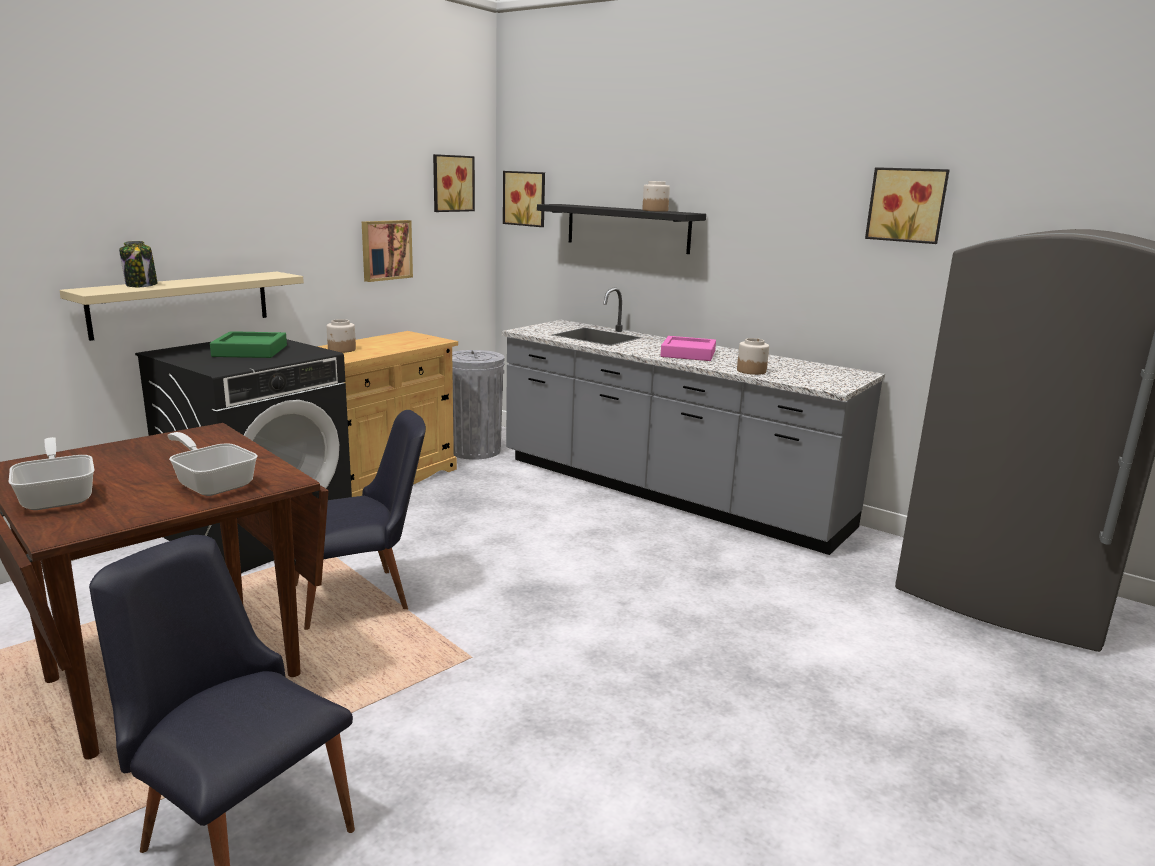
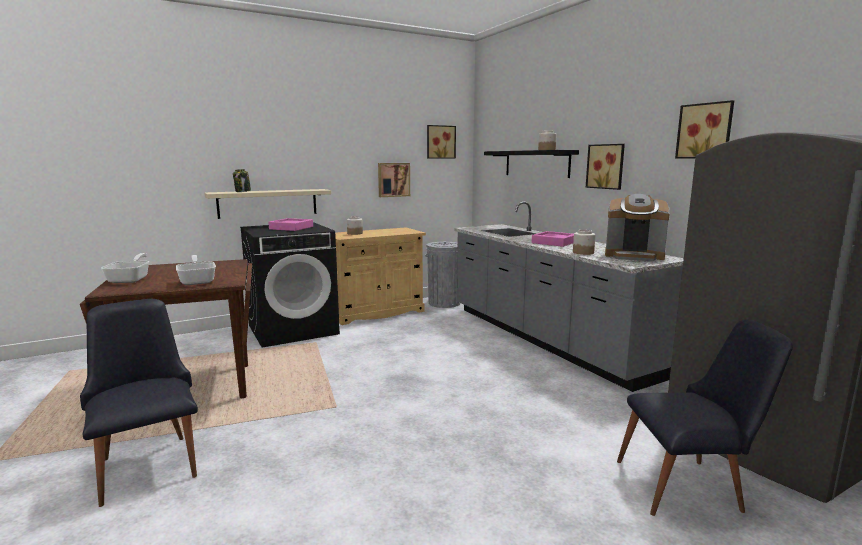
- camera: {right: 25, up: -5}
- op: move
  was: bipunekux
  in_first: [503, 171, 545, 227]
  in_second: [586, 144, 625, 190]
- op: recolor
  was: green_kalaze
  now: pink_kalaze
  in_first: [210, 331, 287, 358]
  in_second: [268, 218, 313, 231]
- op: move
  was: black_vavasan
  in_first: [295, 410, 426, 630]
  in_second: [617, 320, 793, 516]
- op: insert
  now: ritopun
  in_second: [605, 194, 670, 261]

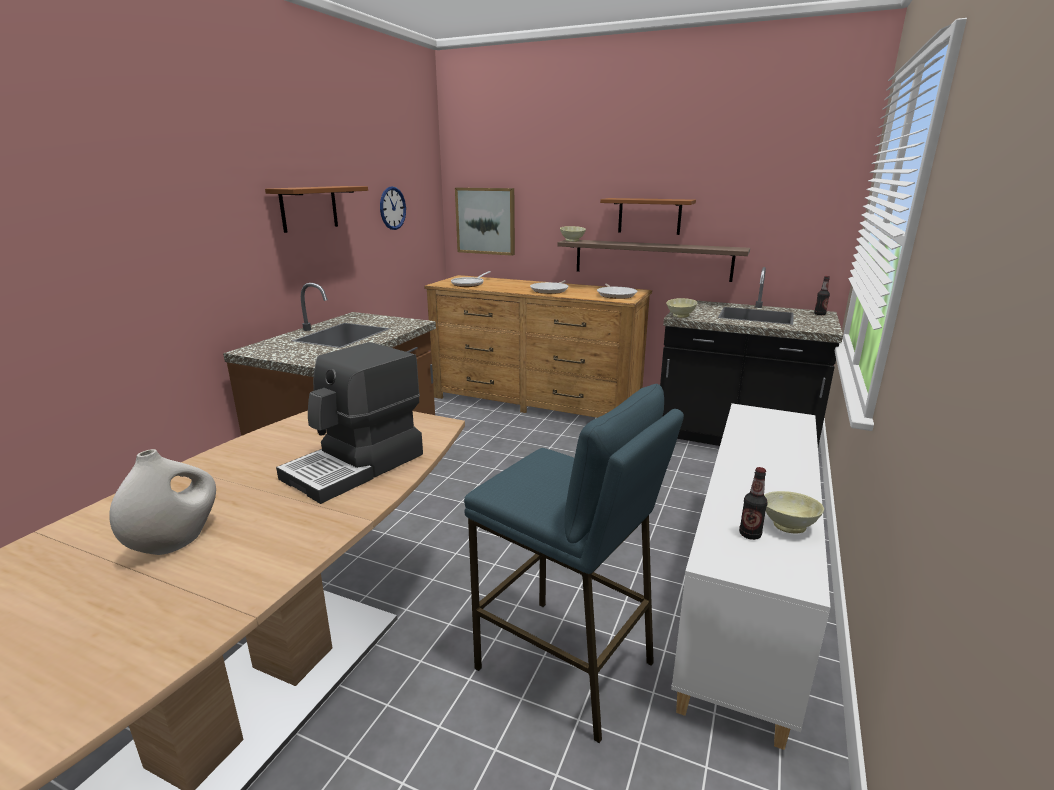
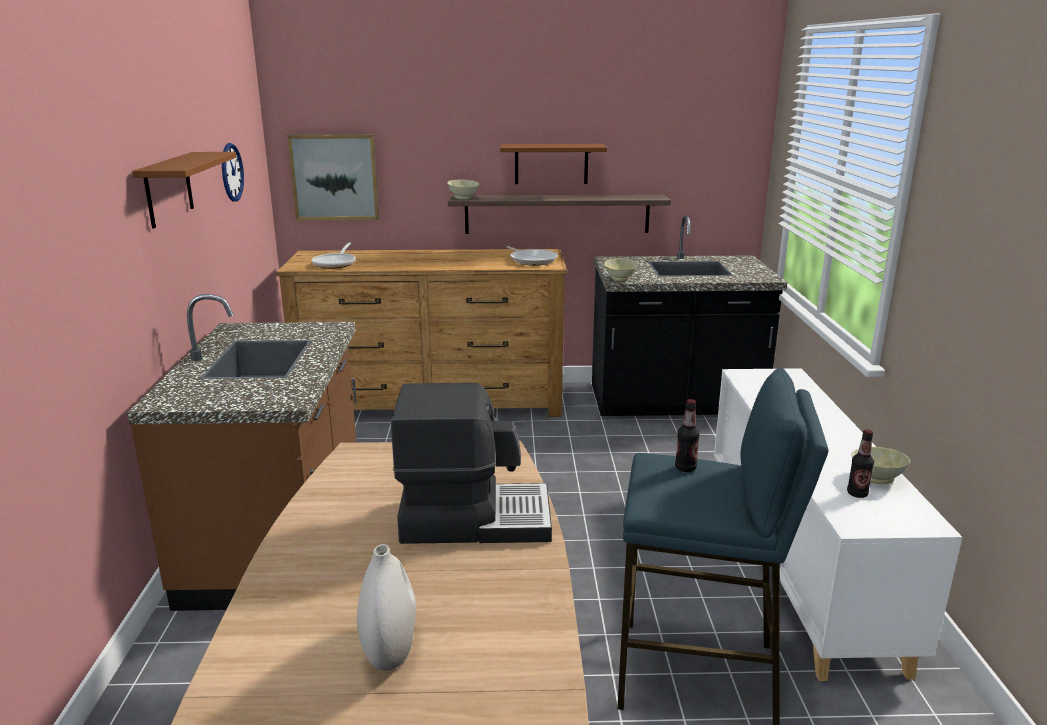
- camera: {right: -25, up: 0}
- op: move
  was: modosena
  in_first: [814, 276, 830, 315]
  in_second: [675, 399, 700, 472]
- op: delete
  was: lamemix
  in_first: [530, 280, 569, 294]
- op: rotate
  was: ritopun
  in_first: [276, 342, 423, 504]
  in_second: [391, 383, 552, 544]
  clockwise: -105

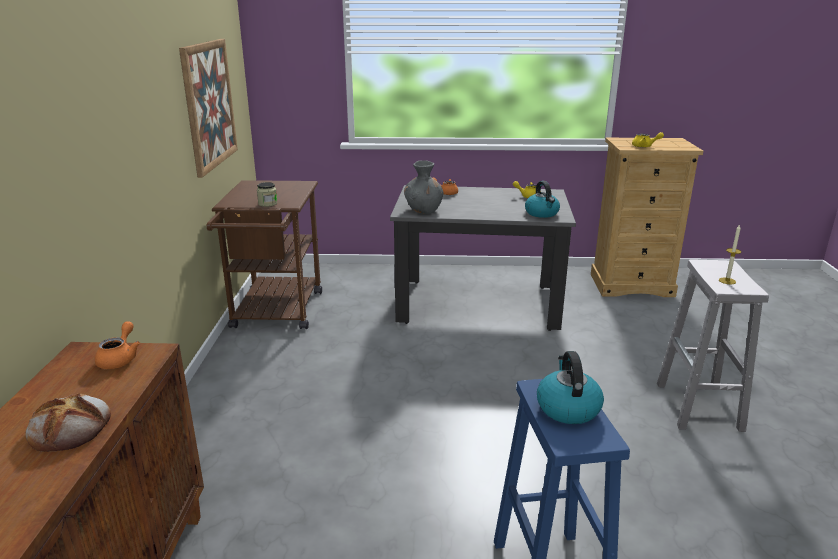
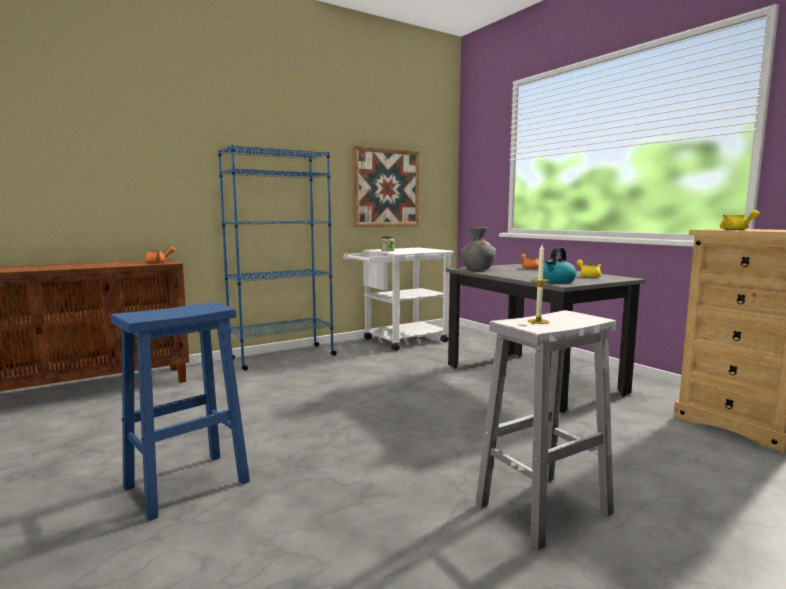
- camera: {right: 55, up: -15}
- op: recolor
  was: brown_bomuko
  now: white_bomuko
  in_first: [207, 180, 322, 329]
  in_second: [343, 248, 454, 351]
- op: delete
  was: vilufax
  in_first: [537, 351, 604, 424]
- op: delete
  was: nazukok
  in_first: [25, 394, 111, 452]
- op: insert
  now: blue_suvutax
  in_second: [218, 145, 337, 371]

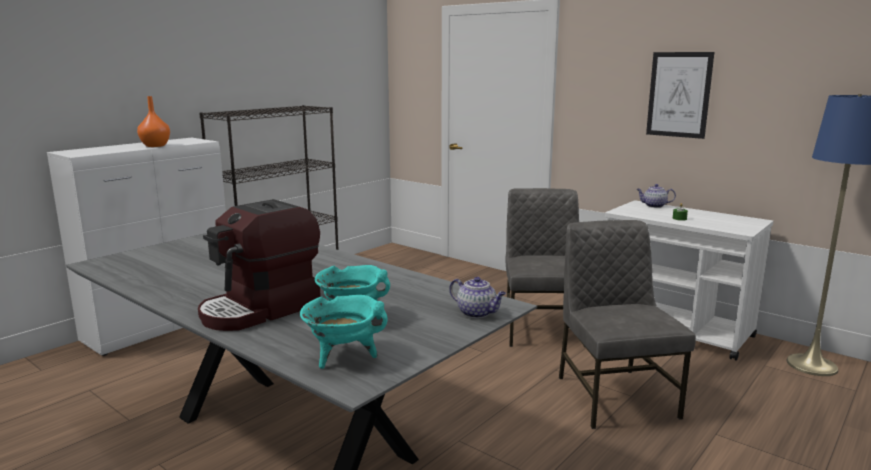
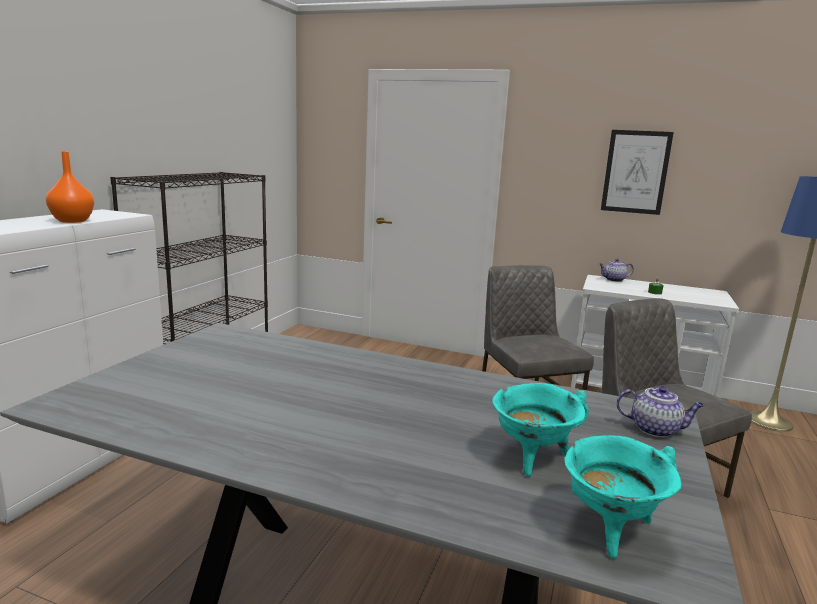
- camera: {right: -20, up: 0}
- op: delete
  was: ritopun
  in_first: [198, 199, 321, 331]

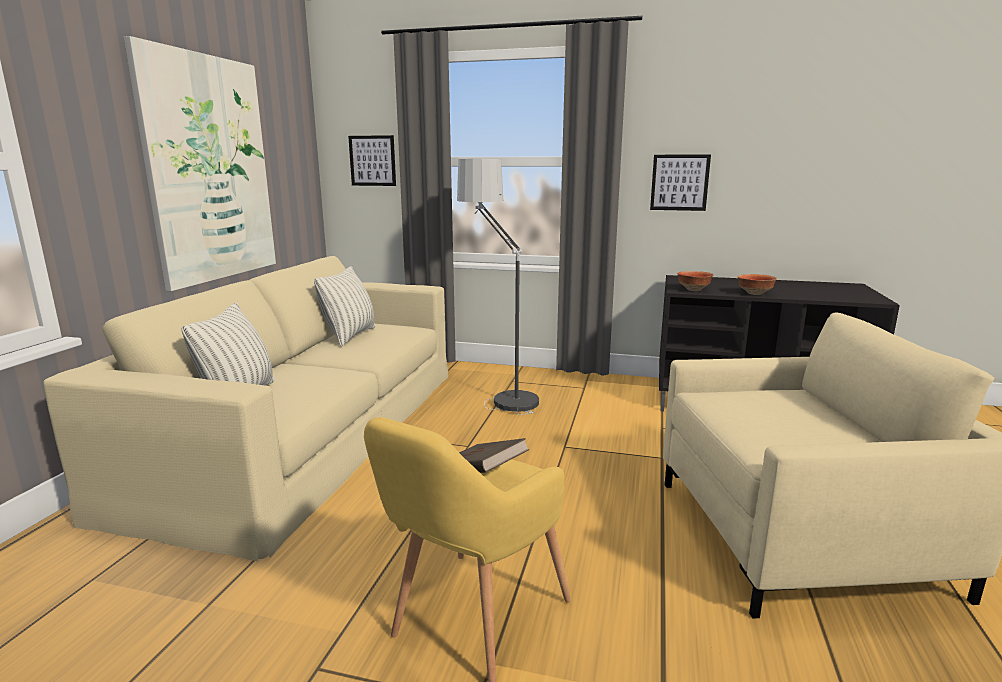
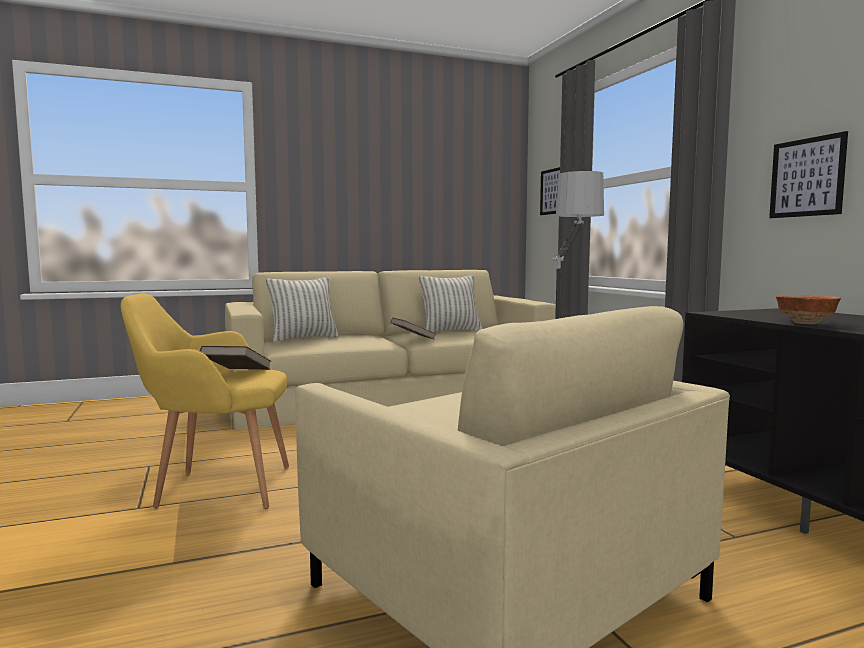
- camera: {right: 55, up: -10}
- op: delete
  was: bipunekux
  in_first: [124, 36, 276, 291]
- op: delete
  was: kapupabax
  in_first: [677, 271, 713, 291]
- op: insert
  now: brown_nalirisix
  in_second: [390, 318, 436, 340]

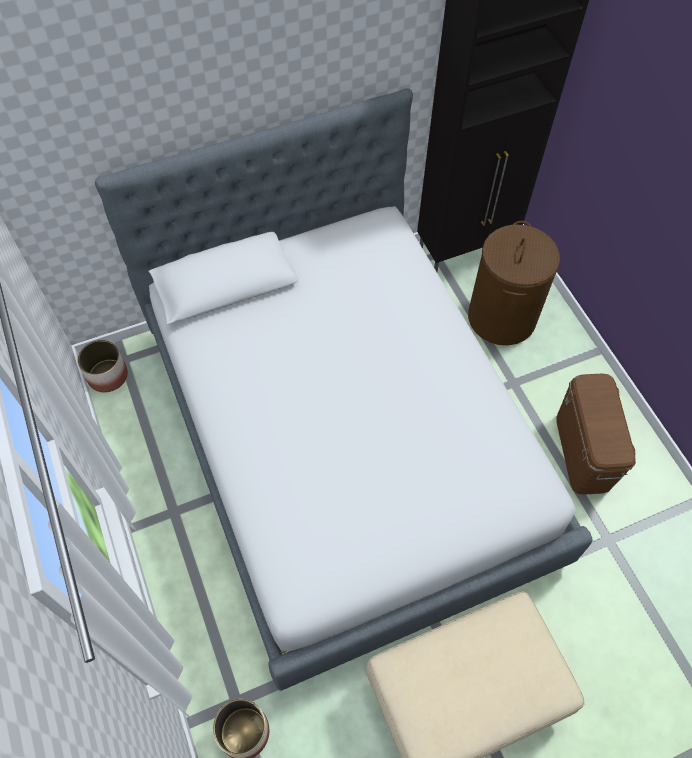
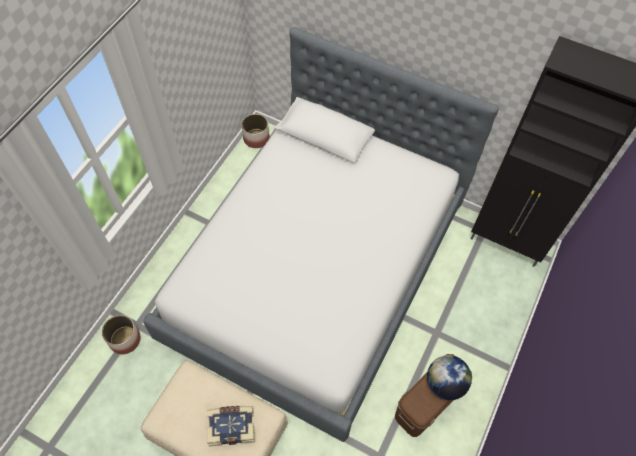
- camera: {right: 50, up: 0}
- op: delete
  was: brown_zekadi
  in_first: [468, 221, 560, 345]
- op: insert
  now: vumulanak
  in_second: [427, 355, 472, 400]
- op: insert
  now: nalirisix
  in_second: [207, 406, 255, 446]

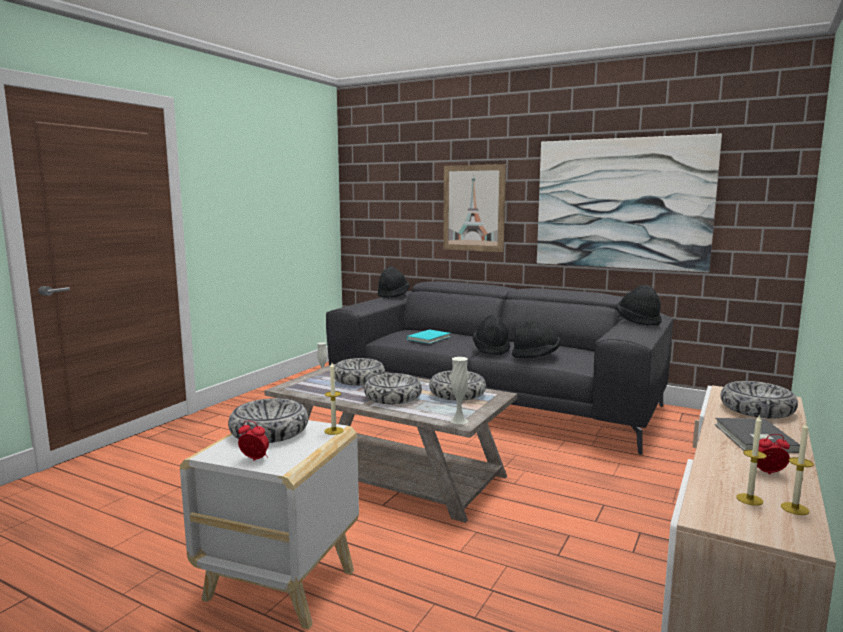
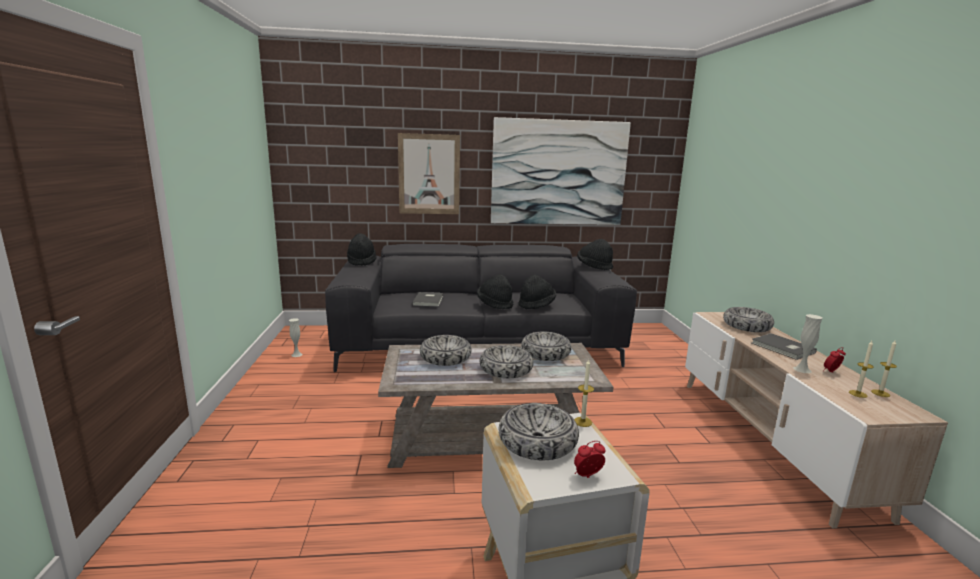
- camera: {right: -35, up: 5}
- op: recolor
  was: turquoise_nalirisix
  now: grey_nalirisix
  in_first: [407, 330, 451, 344]
  in_second: [412, 292, 443, 307]
- op: move
  was: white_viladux
  in_first: [450, 357, 468, 424]
  in_second: [793, 314, 822, 373]

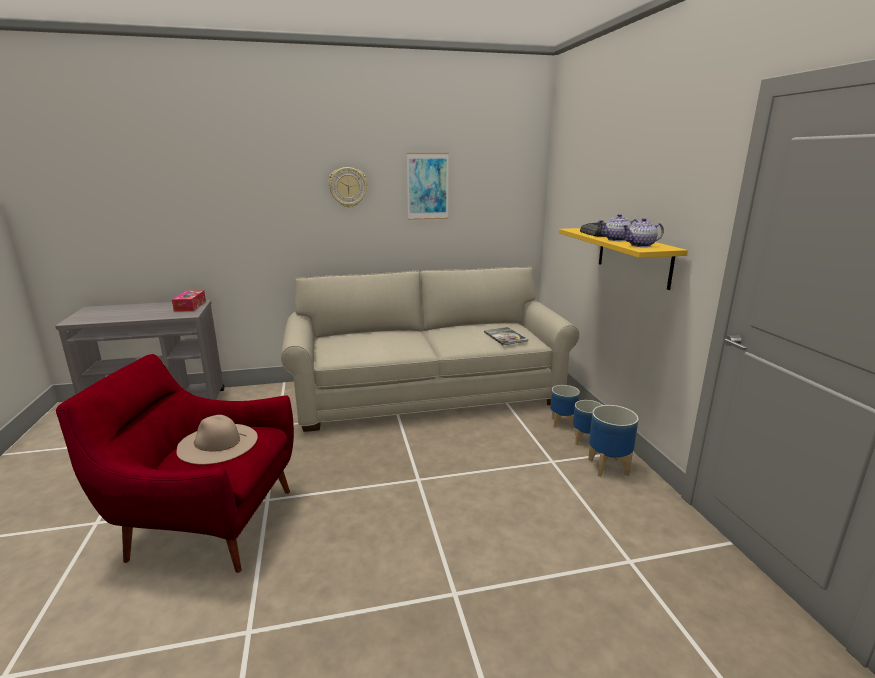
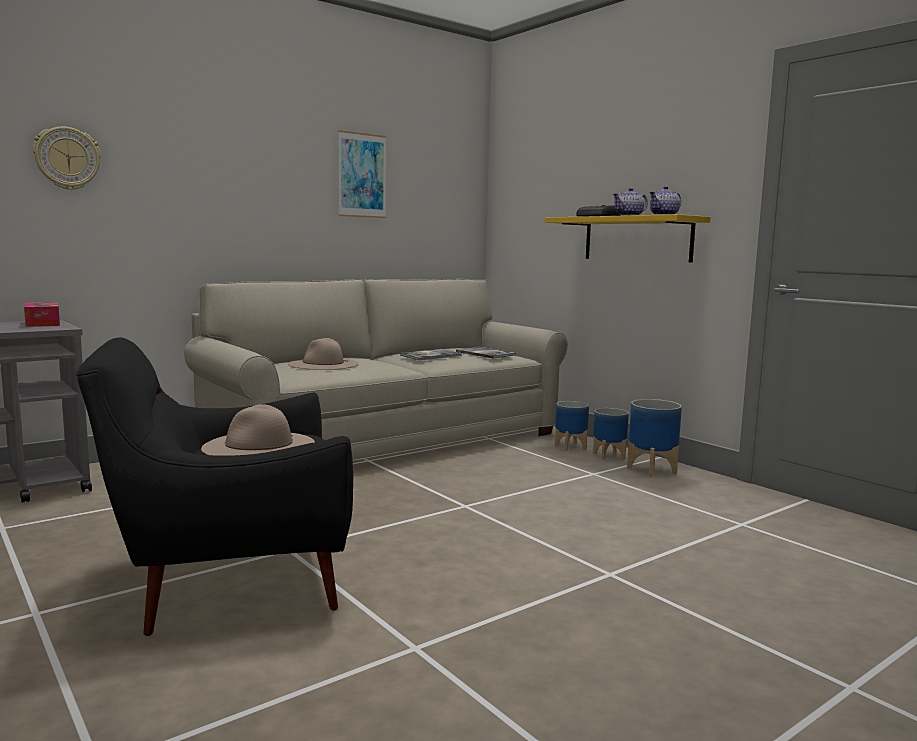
- camera: {right: -25, up: -10}
- op: move
  was: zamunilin
  in_first: [328, 167, 368, 207]
  in_second: [33, 126, 101, 190]
- op: recolor
  was: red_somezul
  now: black_somezul
  in_first: [56, 354, 294, 573]
  in_second: [76, 337, 353, 636]
- op: insert
  now: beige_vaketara
  in_second: [288, 338, 358, 370]
- op: insert
  now: nalirisix
  in_second: [400, 349, 462, 360]

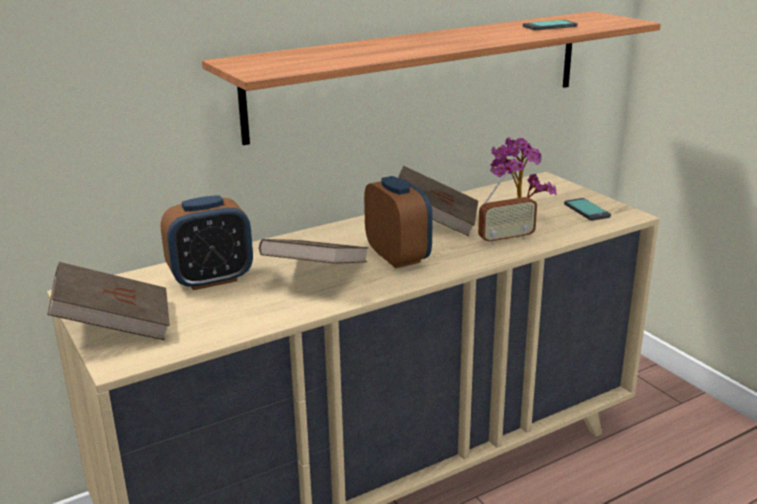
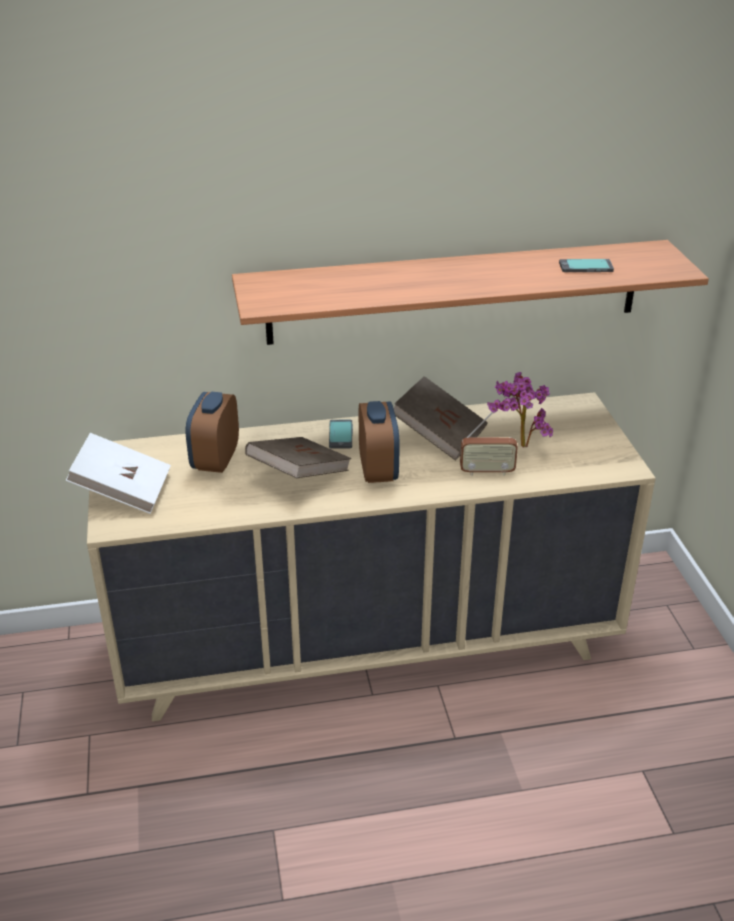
- camera: {right: 20, up: 10}
- op: rotate
  was: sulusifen
  in_first: [161, 195, 253, 290]
  in_second: [186, 392, 239, 473]
  clockwise: 105
- op: move
  was: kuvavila
  in_first: [564, 198, 611, 221]
  in_second: [329, 420, 353, 449]
- op: recolor
  was: brown_nalirisix
  now: white_nalirisix
  in_first: [47, 262, 170, 340]
  in_second: [65, 433, 171, 514]

